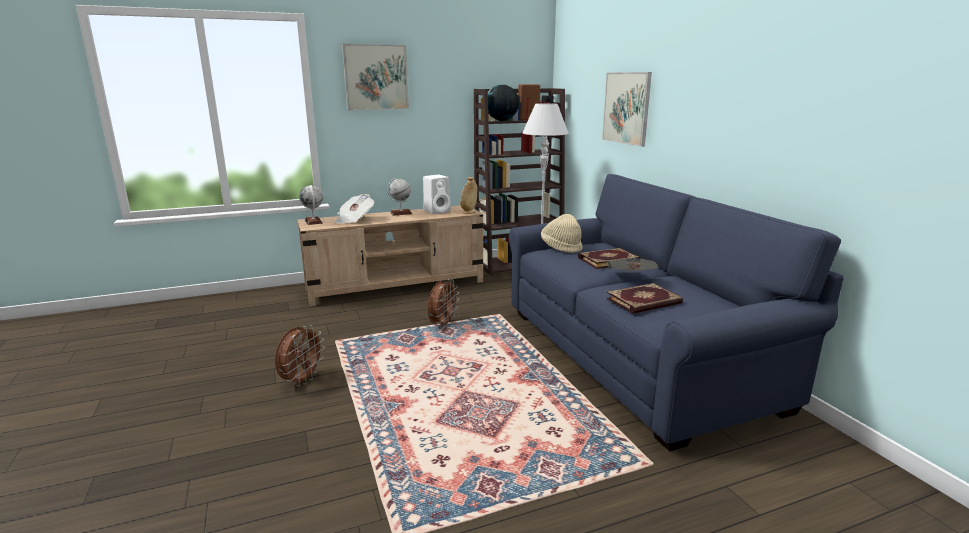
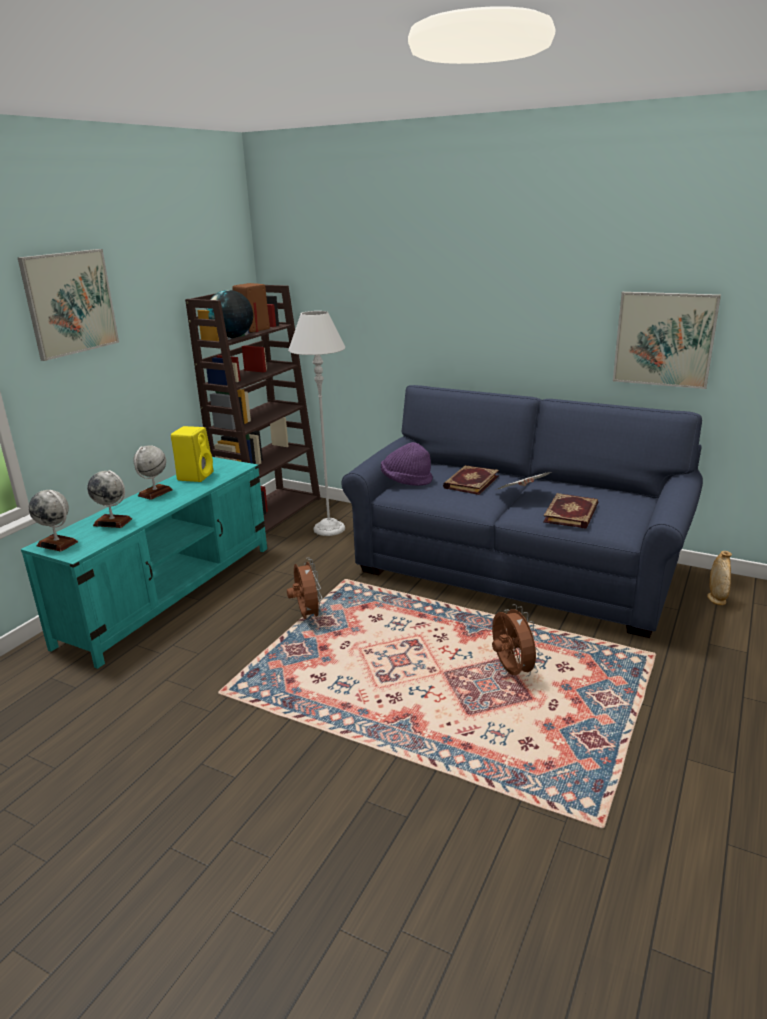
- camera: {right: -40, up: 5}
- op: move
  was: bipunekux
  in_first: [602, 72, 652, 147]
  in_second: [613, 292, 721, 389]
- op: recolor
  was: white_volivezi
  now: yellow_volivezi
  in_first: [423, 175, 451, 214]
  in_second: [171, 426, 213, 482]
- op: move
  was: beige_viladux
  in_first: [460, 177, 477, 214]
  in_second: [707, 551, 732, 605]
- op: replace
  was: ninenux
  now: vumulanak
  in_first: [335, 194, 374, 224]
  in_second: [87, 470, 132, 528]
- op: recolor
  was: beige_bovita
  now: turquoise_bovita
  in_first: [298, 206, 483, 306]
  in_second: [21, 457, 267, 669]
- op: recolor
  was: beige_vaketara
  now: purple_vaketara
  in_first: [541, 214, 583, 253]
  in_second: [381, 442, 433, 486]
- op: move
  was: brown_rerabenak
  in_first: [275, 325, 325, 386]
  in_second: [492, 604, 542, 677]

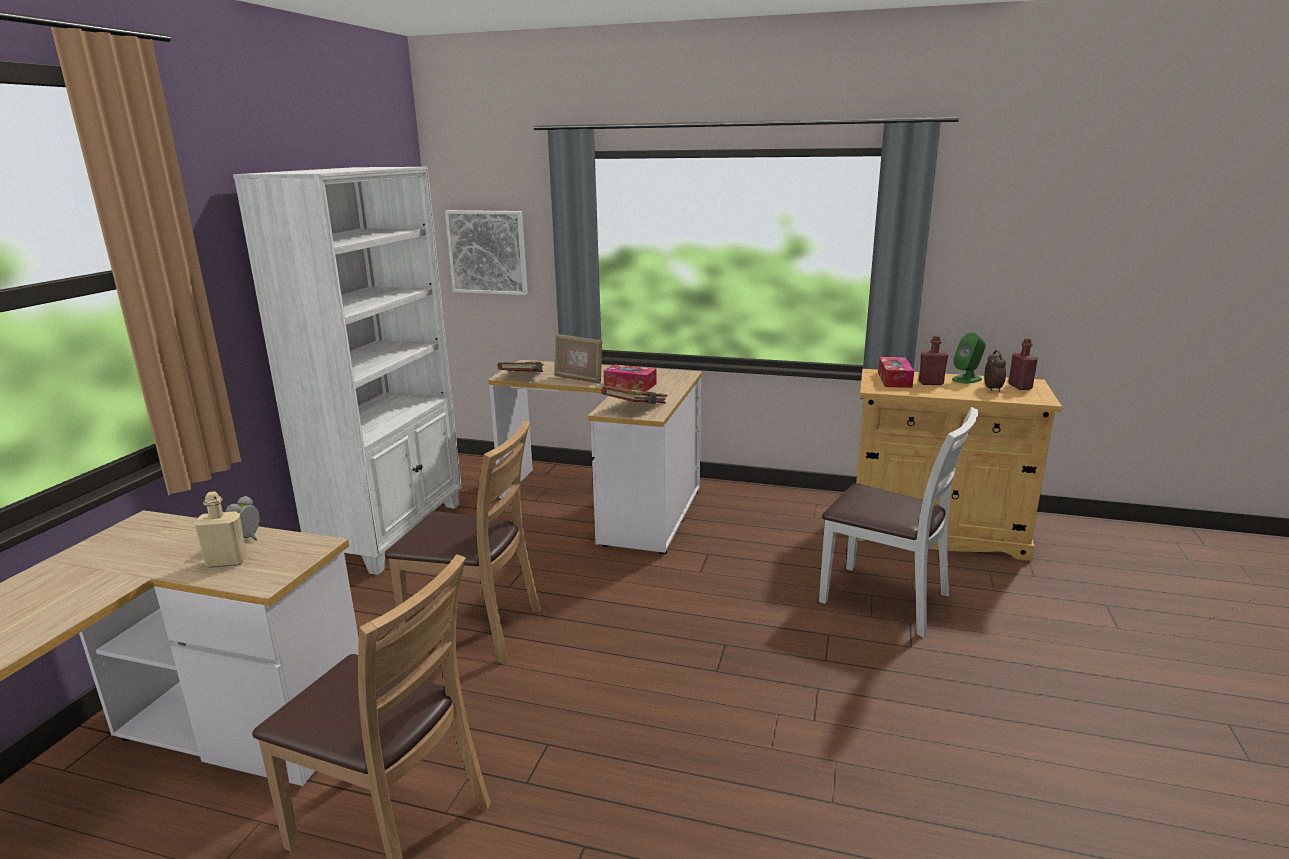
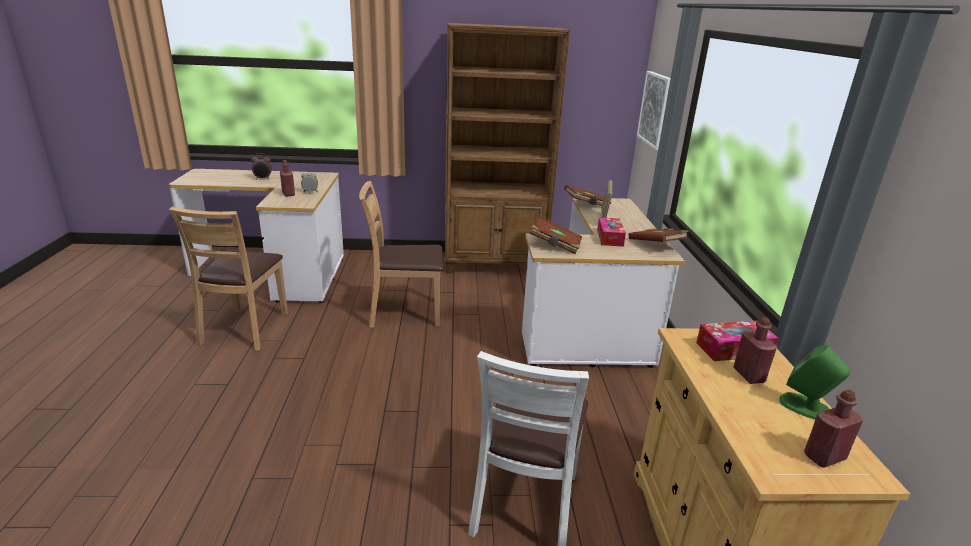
- camera: {right: 70, up: 5}
- op: recolor
  was: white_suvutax
  now: brown_suvutax
  in_first: [233, 167, 462, 575]
  in_second: [444, 23, 570, 273]
- op: move
  was: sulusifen
  in_first: [984, 350, 1006, 392]
  in_second: [251, 153, 272, 179]
- op: rotate
  was: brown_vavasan
  in_first: [385, 420, 541, 664]
  in_second: [359, 181, 443, 328]
  clockwise: 90
- op: recolor
  was: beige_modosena
  now: red_modosena
  in_first: [194, 492, 247, 568]
  in_second: [280, 160, 295, 197]
- op: insert
  now: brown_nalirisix
  in_second: [628, 228, 689, 242]

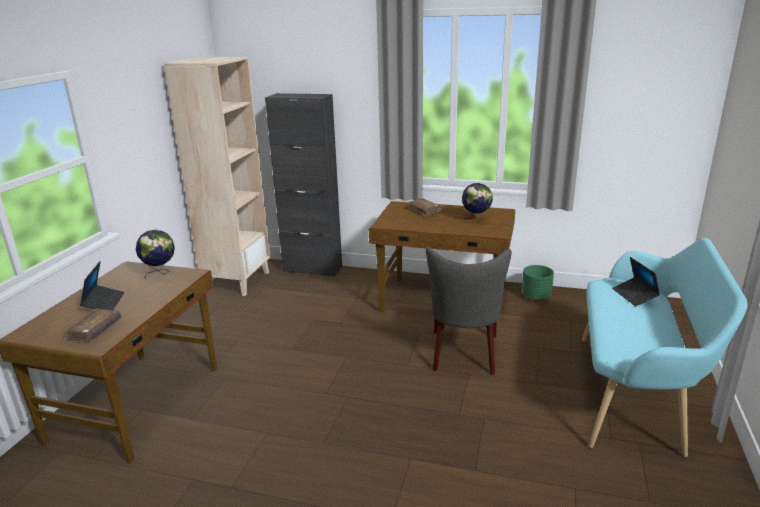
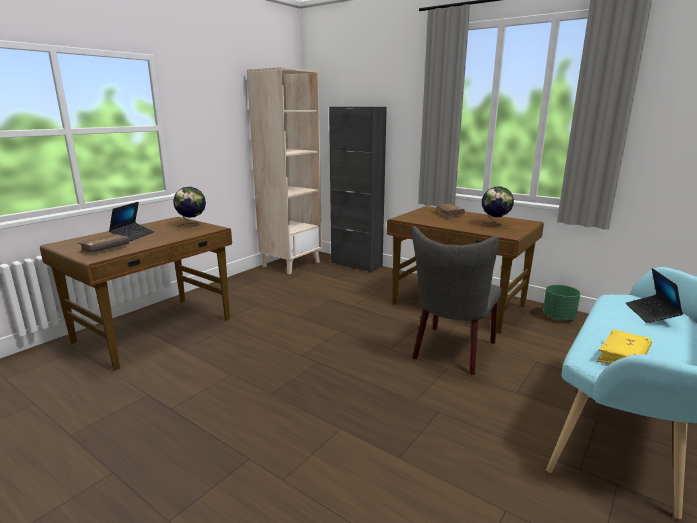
- camera: {right: 20, up: -5}
- op: insert
  now: yellow_nalirisix
  in_second: [597, 329, 652, 364]

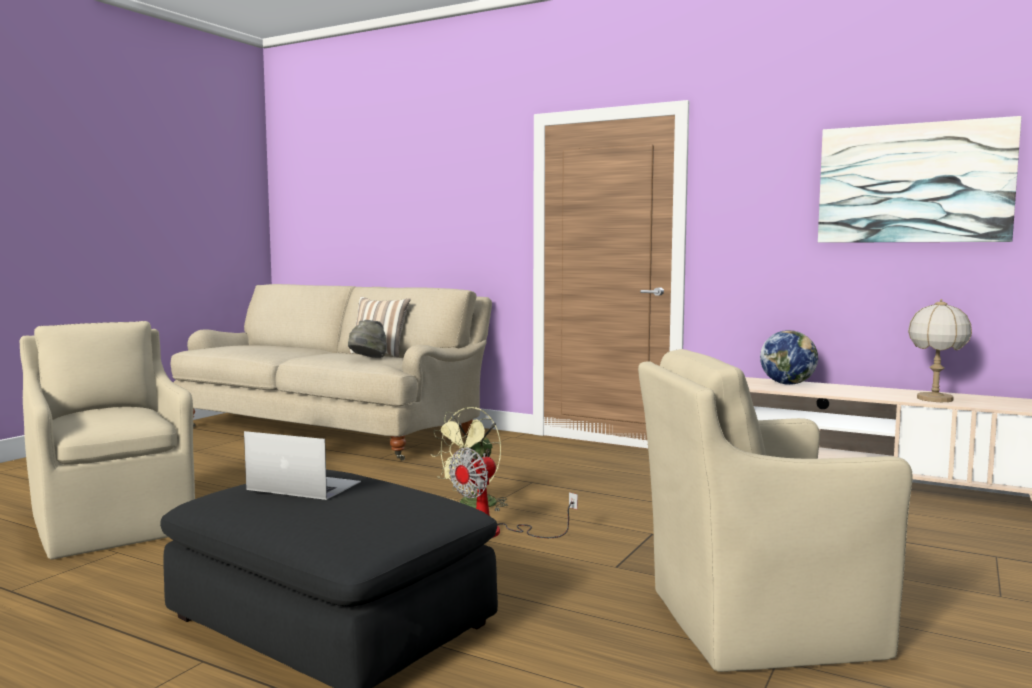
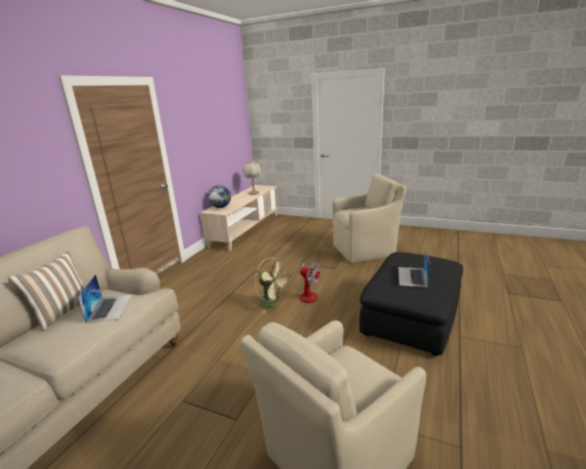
- camera: {right: -95, up: 15}
- op: delete
  was: bipunekux
  in_first: [818, 116, 1021, 243]
- op: replace
  was: grey_vaketara
  now: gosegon
  in_first: [348, 320, 387, 358]
  in_second: [77, 274, 132, 323]
- op: rotate
  was: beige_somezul
  in_first: [638, 349, 913, 672]
  in_second: [332, 174, 406, 263]
  clockwise: -90

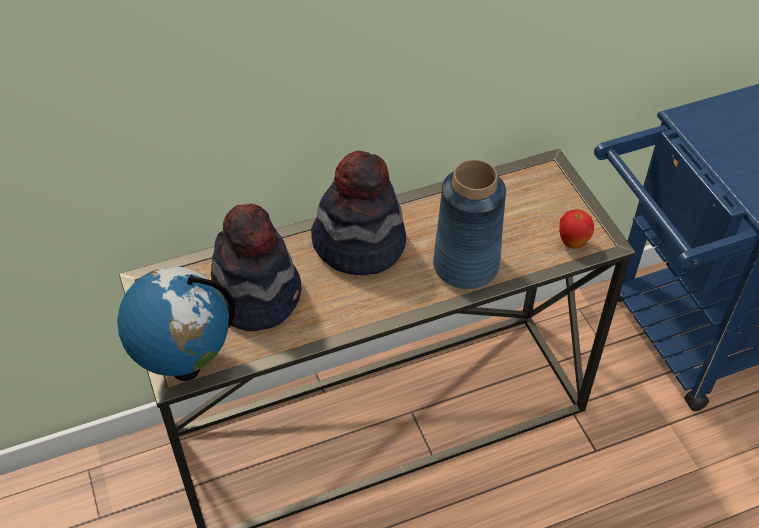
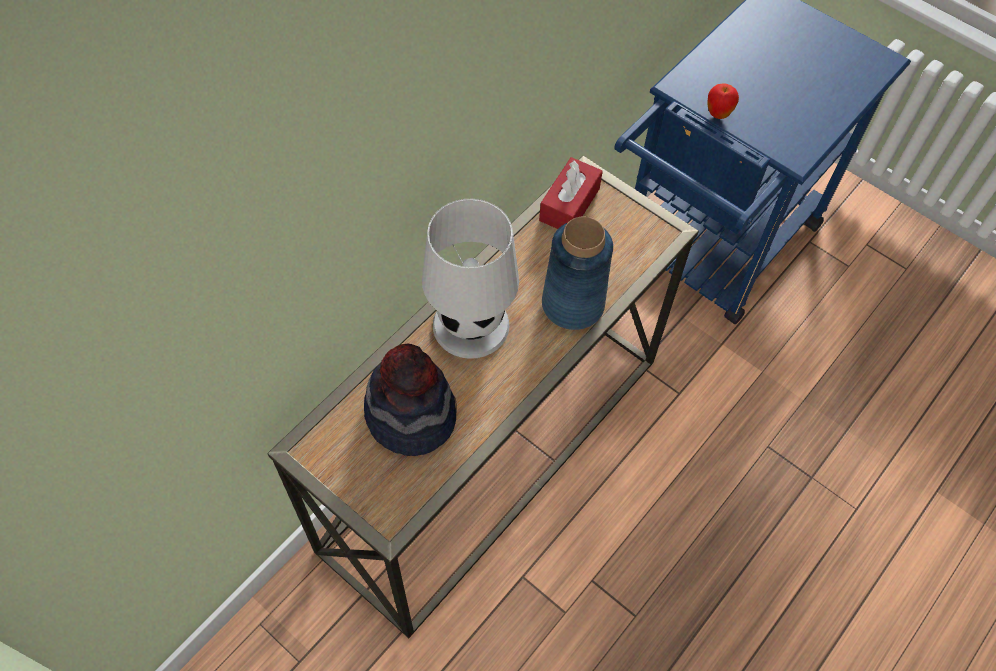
- camera: {right: -30, up: 10}
- op: replace
  was: vaketara
  now: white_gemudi
  in_first: [311, 151, 406, 275]
  in_second: [422, 199, 519, 359]
- op: move
  was: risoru
  in_first: [559, 209, 594, 249]
  in_second: [707, 83, 739, 119]
- op: delete
  was: vumulanak
  in_first: [117, 267, 235, 381]
- op: insert
  now: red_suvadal
  in_second: [539, 157, 603, 229]

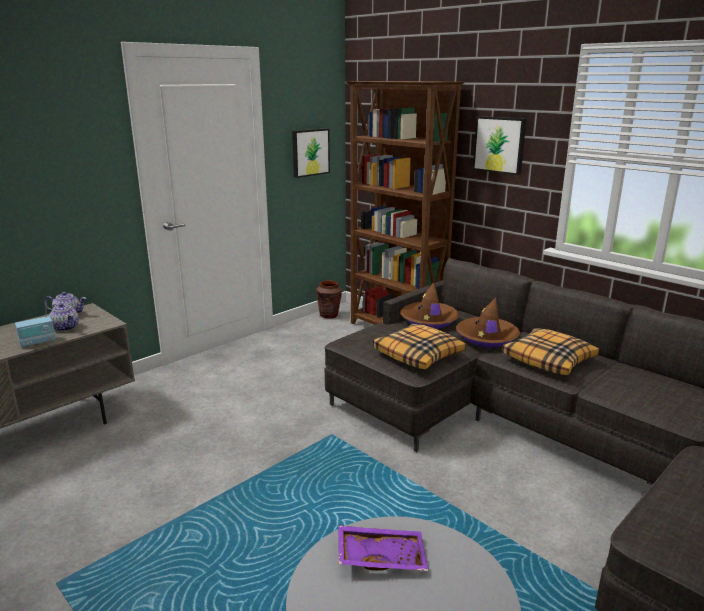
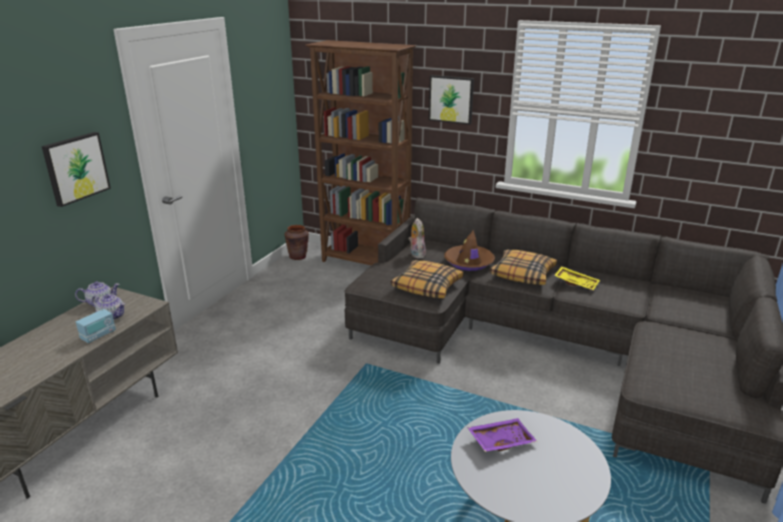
- camera: {right: -20, up: 5}
- op: move
  was: bipunekux
  in_first: [292, 128, 330, 178]
  in_second: [42, 132, 111, 207]
- op: replace
  was: brown_vaketara
  now: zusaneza
  in_first: [400, 282, 459, 329]
  in_second: [408, 218, 426, 259]
- op: insert
  now: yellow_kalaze
  in_second: [554, 266, 600, 290]

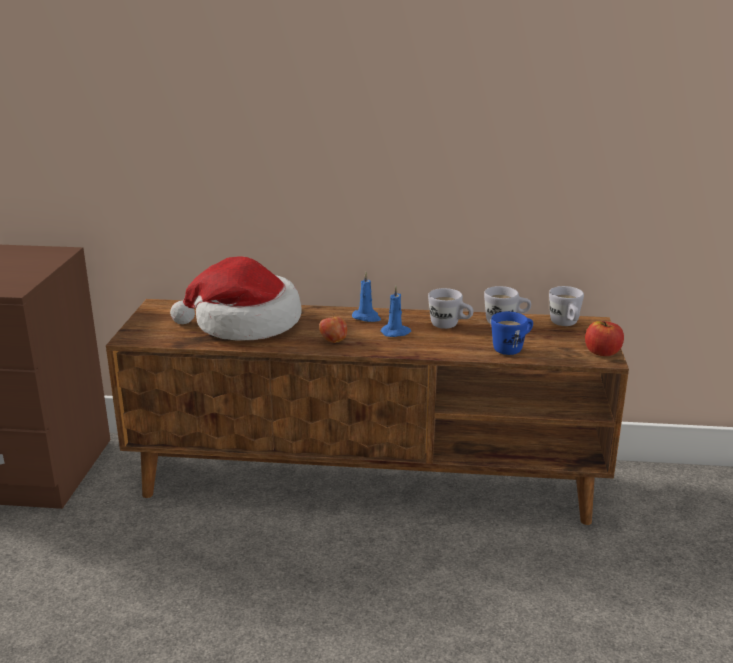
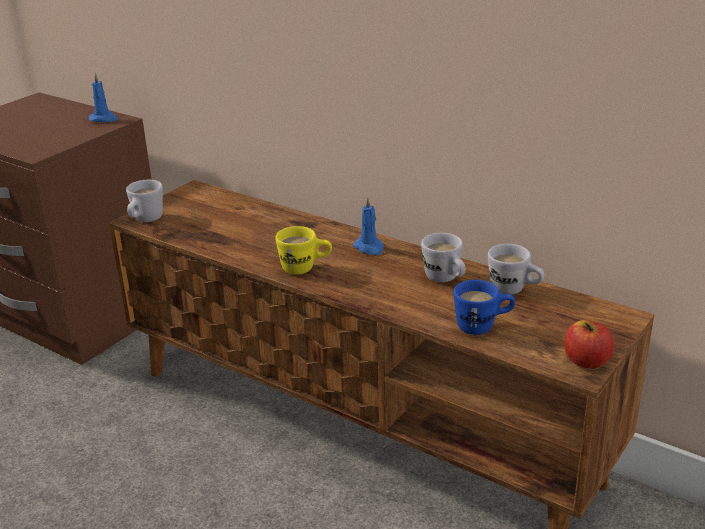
- camera: {right: 30, up: 5}
- op: delete
  was: vaketara
  in_first: [170, 256, 302, 341]
- op: move
  was: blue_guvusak
  in_first: [381, 286, 411, 337]
  in_second: [89, 73, 119, 122]
- op: move
  was: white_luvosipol
  in_first: [549, 286, 584, 326]
  in_second: [126, 180, 163, 222]
- op: replace
  was: risoru
  now: yellow_luvosipol
  in_first: [319, 313, 347, 343]
  in_second: [275, 226, 332, 275]

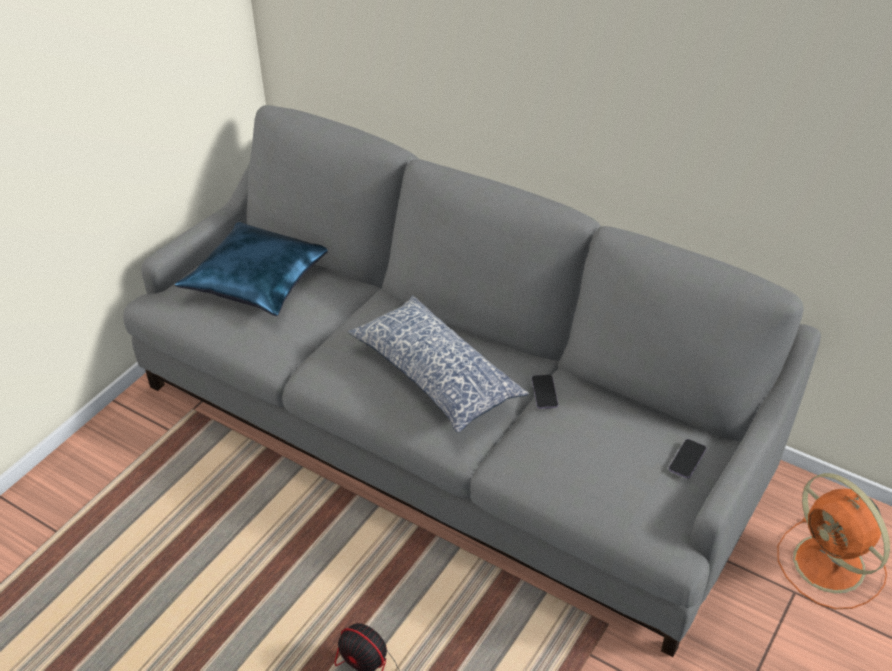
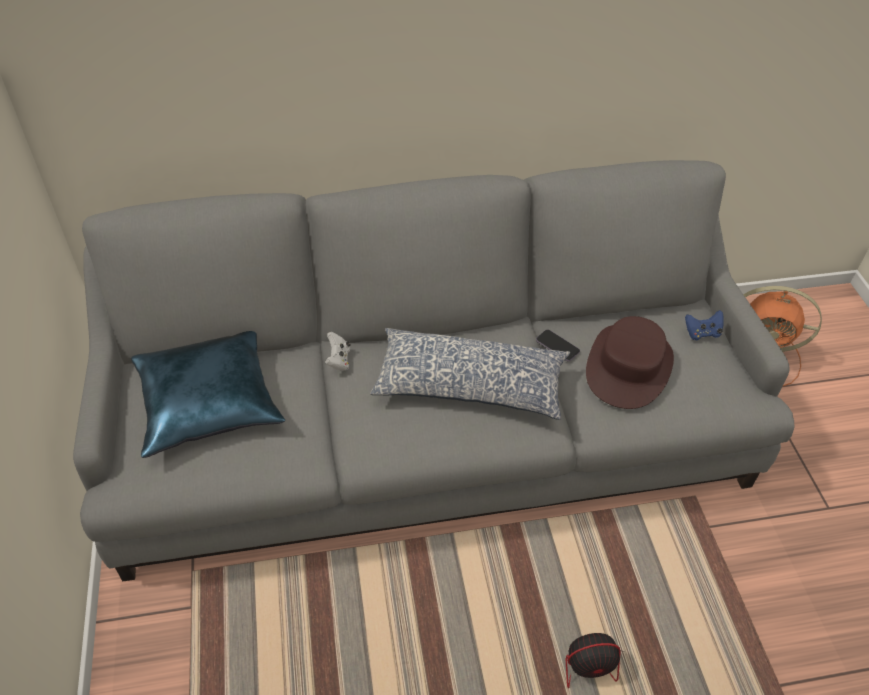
- camera: {right: -45, up: 5}
- op: replace
  was: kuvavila
  now: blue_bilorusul
  in_first: [669, 439, 706, 478]
  in_second: [685, 310, 724, 340]
- op: insert
  now: brown_vaketara
  in_second: [586, 316, 674, 409]
- op: insert
  now: white_bilorusul
  in_second: [325, 332, 350, 371]

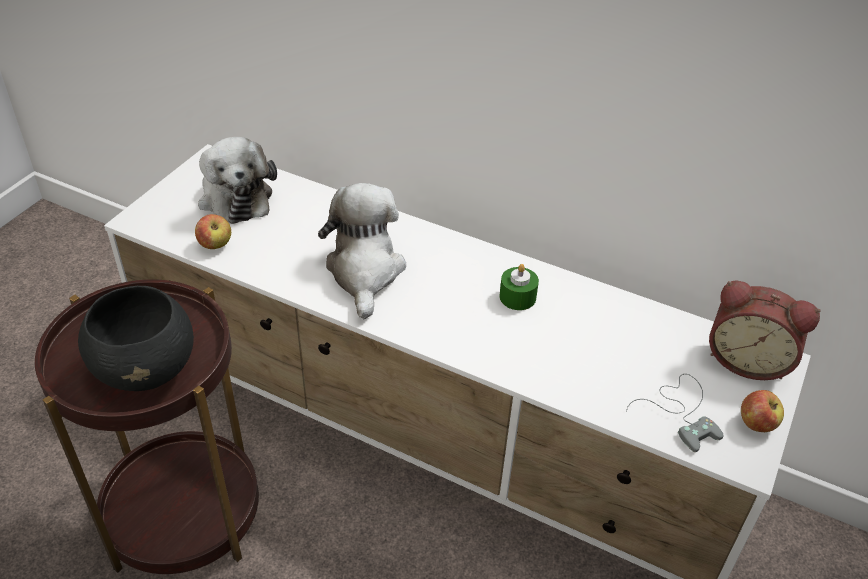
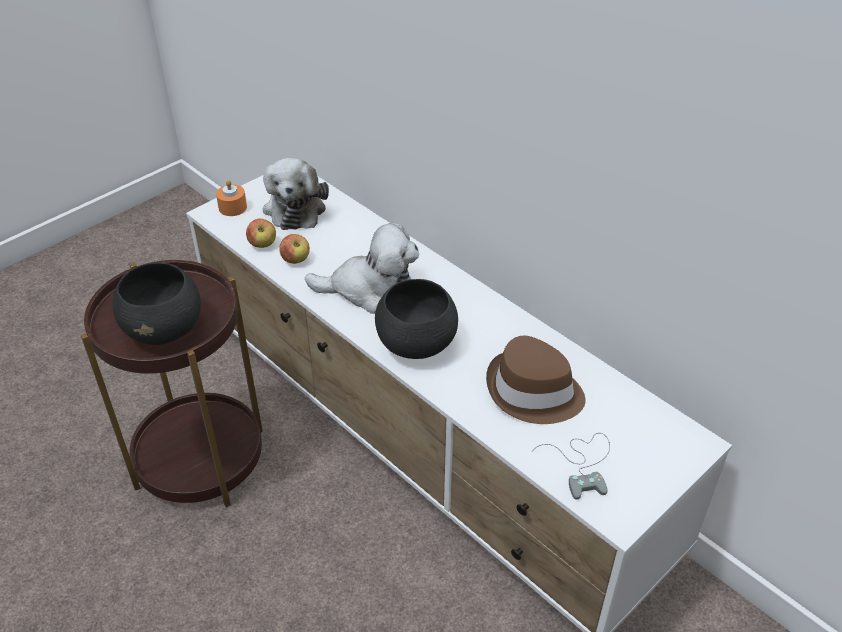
- camera: {right: 20, up: 0}
- op: rotate
  was: zusaneza
  in_first: [318, 183, 406, 319]
  in_second: [305, 223, 419, 314]
  clockwise: 75
- op: delete
  was: green_guvusak
  in_first: [499, 264, 539, 310]
- op: delete
  was: sulusifen
  in_first: [709, 280, 821, 380]
- op: move
  was: risoru
  in_first: [741, 390, 784, 432]
  in_second: [279, 234, 310, 264]
- op: insert
  now: orange_guvusak
  in_second: [216, 180, 247, 216]
- op: insert
  now: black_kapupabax
  in_second: [375, 279, 458, 359]
- op: insert
  now: brown_vaketara
  in_second: [486, 336, 586, 424]

